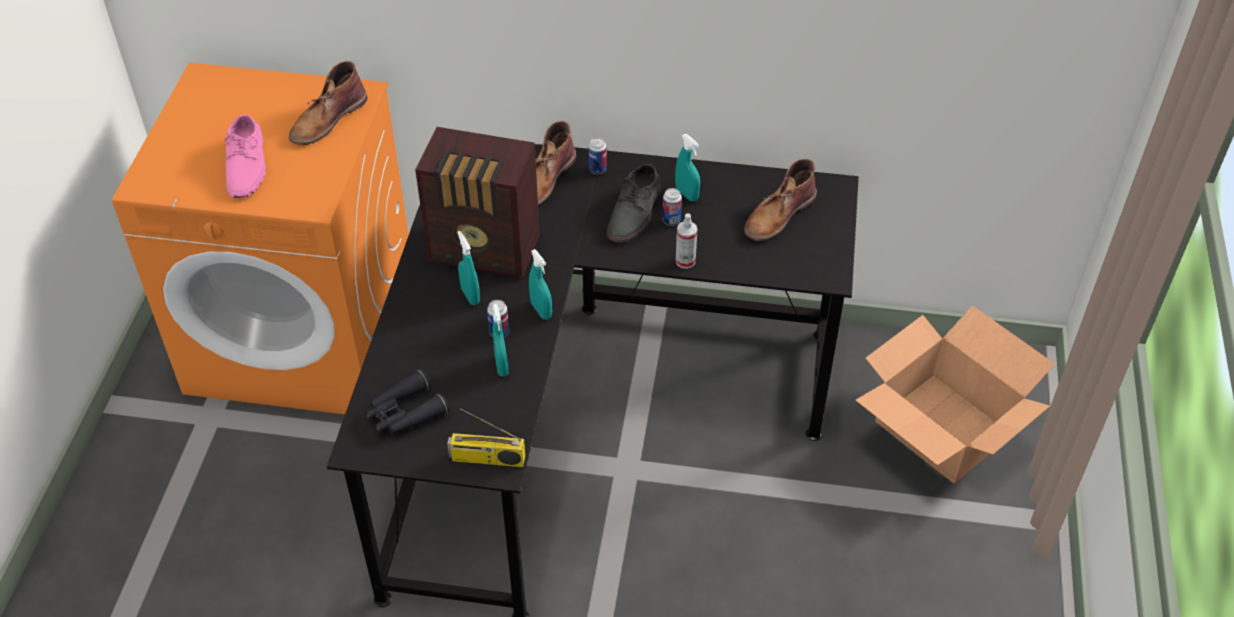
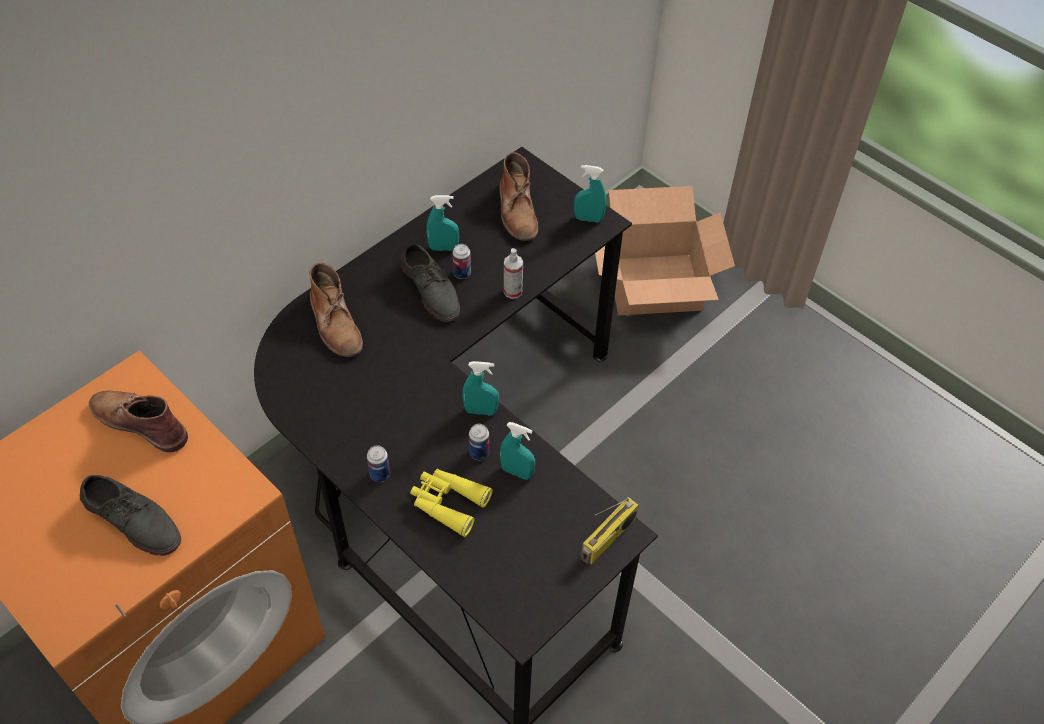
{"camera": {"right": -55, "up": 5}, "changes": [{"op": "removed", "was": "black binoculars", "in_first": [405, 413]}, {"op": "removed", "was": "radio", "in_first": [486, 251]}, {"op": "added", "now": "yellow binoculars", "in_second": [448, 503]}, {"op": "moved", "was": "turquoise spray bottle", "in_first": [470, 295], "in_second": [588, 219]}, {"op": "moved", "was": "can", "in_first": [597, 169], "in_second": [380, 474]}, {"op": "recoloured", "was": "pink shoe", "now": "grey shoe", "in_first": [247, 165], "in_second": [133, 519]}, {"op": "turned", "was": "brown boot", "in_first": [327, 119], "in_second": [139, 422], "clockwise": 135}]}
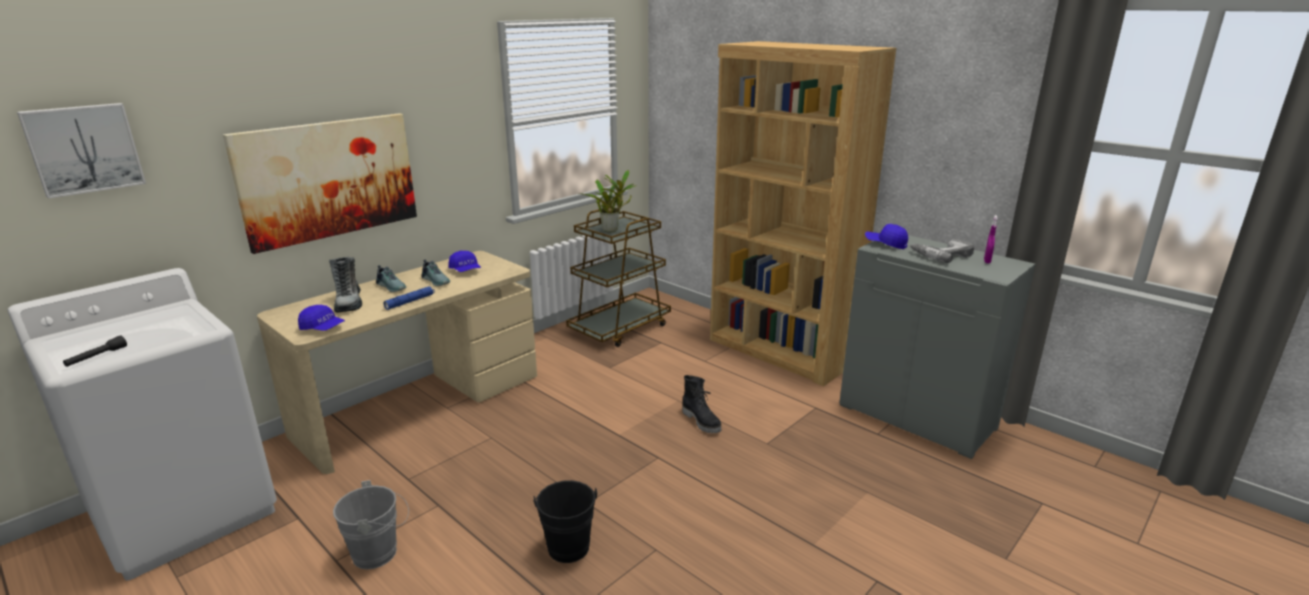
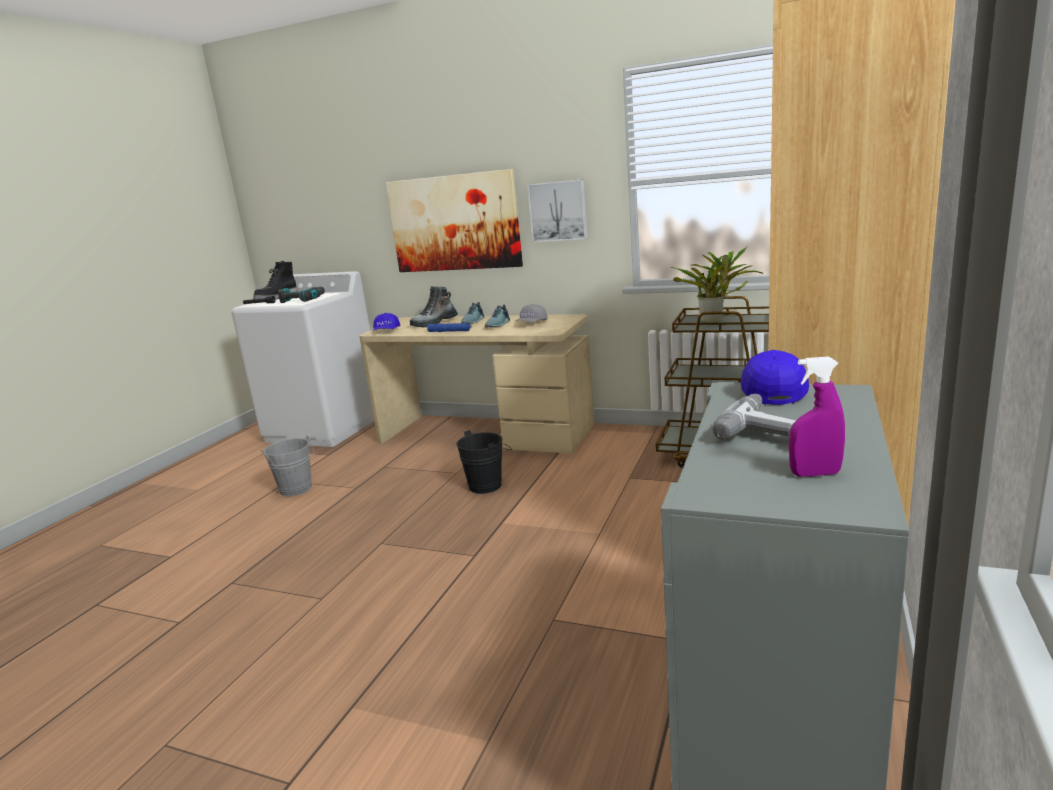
{"camera": {"right": 70, "up": -5}, "changes": [{"op": "added", "now": "power drill", "in_second": [303, 300]}, {"op": "moved", "was": "picture", "in_first": [84, 149], "in_second": [558, 211]}, {"op": "moved", "was": "black bucket", "in_first": [568, 544], "in_second": [488, 485]}, {"op": "moved", "was": "black boot", "in_first": [702, 421], "in_second": [277, 298]}, {"op": "recoloured", "was": "blue cap", "now": "grey cap", "in_first": [465, 270], "in_second": [531, 323]}]}
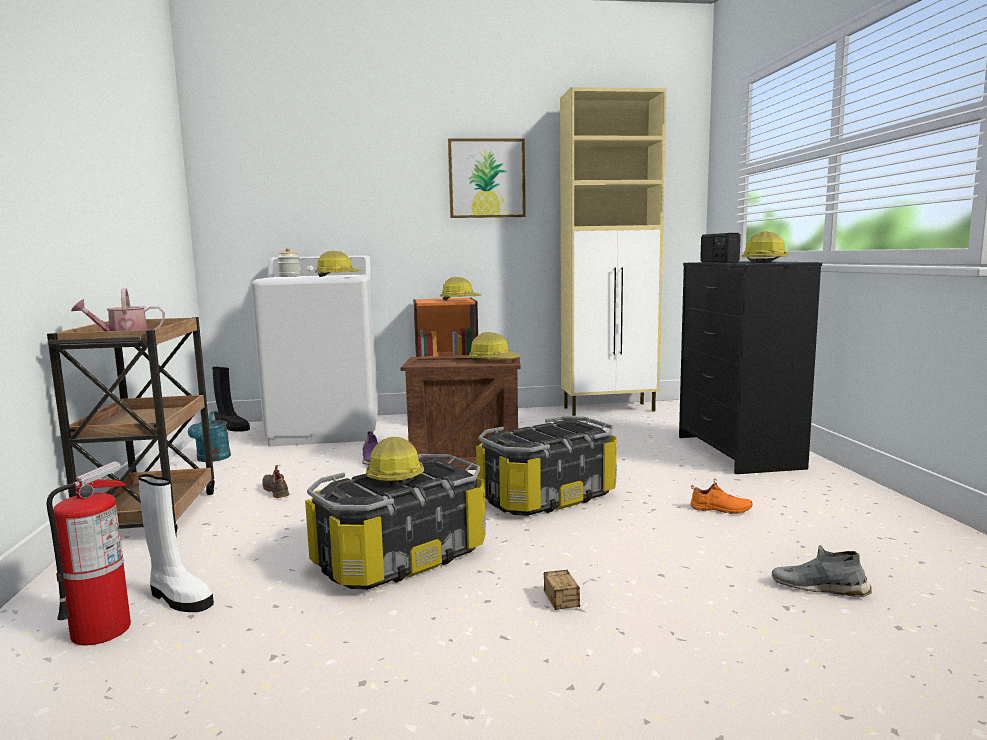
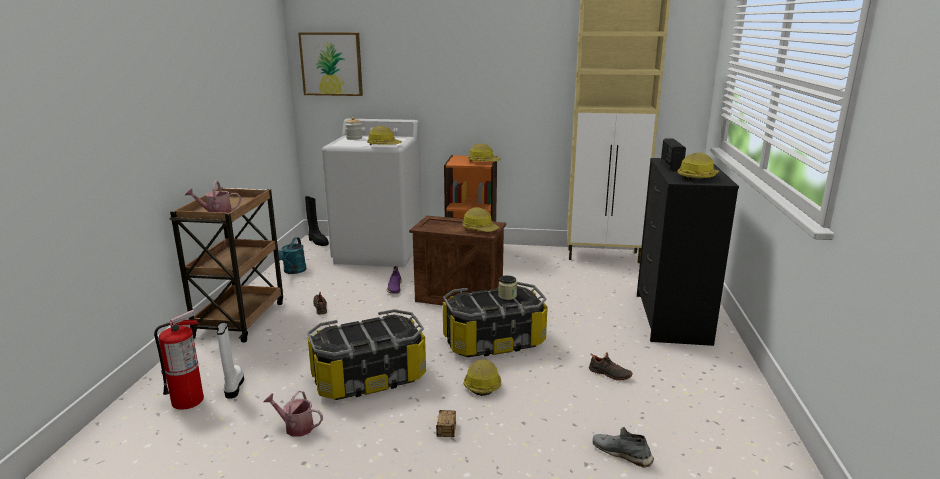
{"camera": {"right": 15, "up": 10}, "changes": [{"op": "added", "now": "watering can", "in_second": [295, 427]}, {"op": "added", "now": "jar", "in_second": [507, 296]}, {"op": "moved", "was": "hard hat", "in_first": [394, 476], "in_second": [482, 384]}, {"op": "moved", "was": "picture", "in_first": [486, 178], "in_second": [331, 64]}, {"op": "recoloured", "was": "orange shoe", "now": "black shoe", "in_first": [720, 510], "in_second": [609, 374]}, {"op": "turned", "was": "white boot", "in_first": [179, 598], "in_second": [233, 386], "clockwise": -150}]}
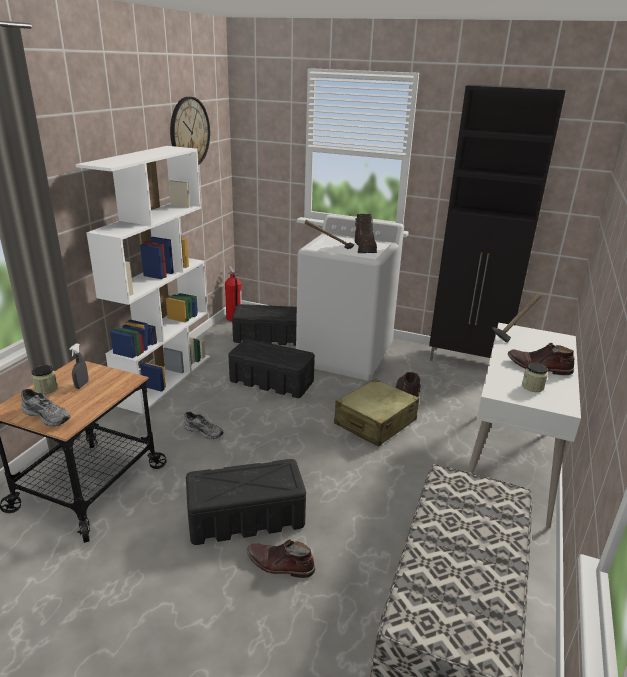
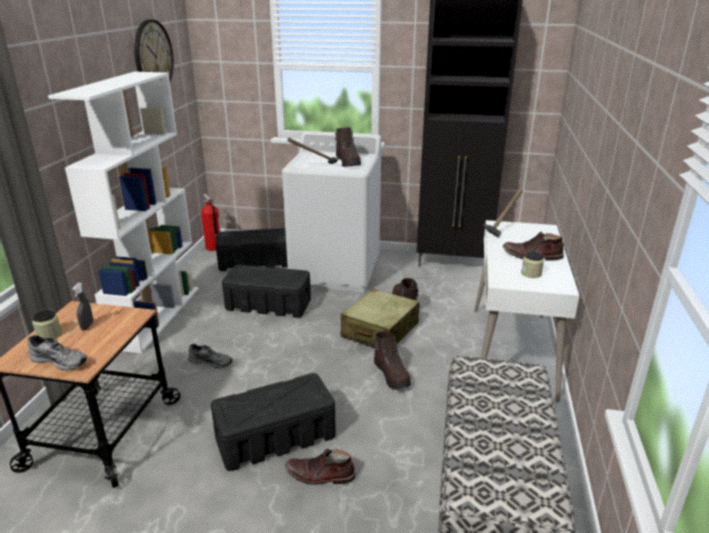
{"camera": {"right": -10, "up": 0}, "changes": [{"op": "added", "now": "brown boot", "in_second": [392, 375]}]}
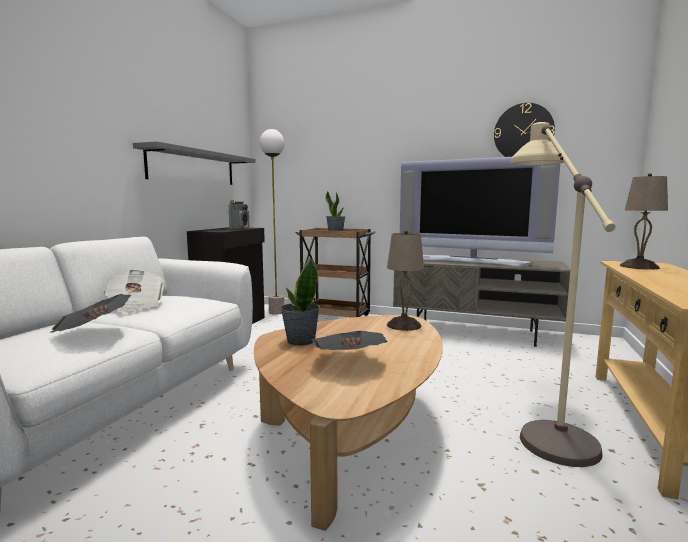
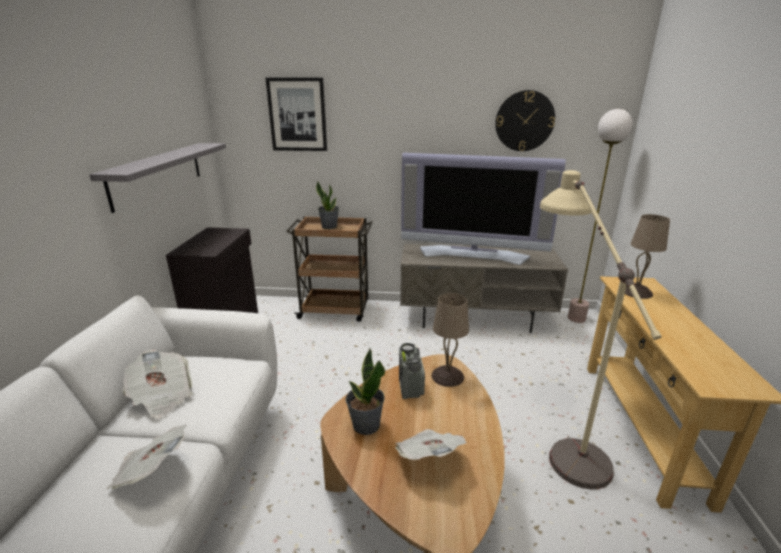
{"camera": {"right": -15, "up": 15}, "changes": [{"op": "added", "now": "picture", "in_second": [297, 115]}, {"op": "moved", "was": "radio", "in_first": [239, 228], "in_second": [410, 388]}, {"op": "moved", "was": "floor lamp", "in_first": [276, 312], "in_second": [576, 318]}]}
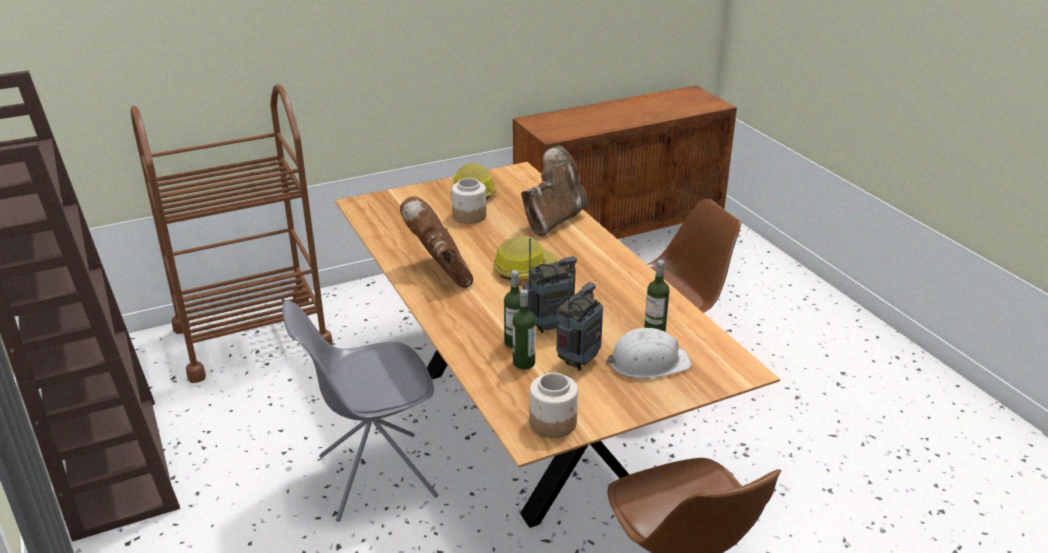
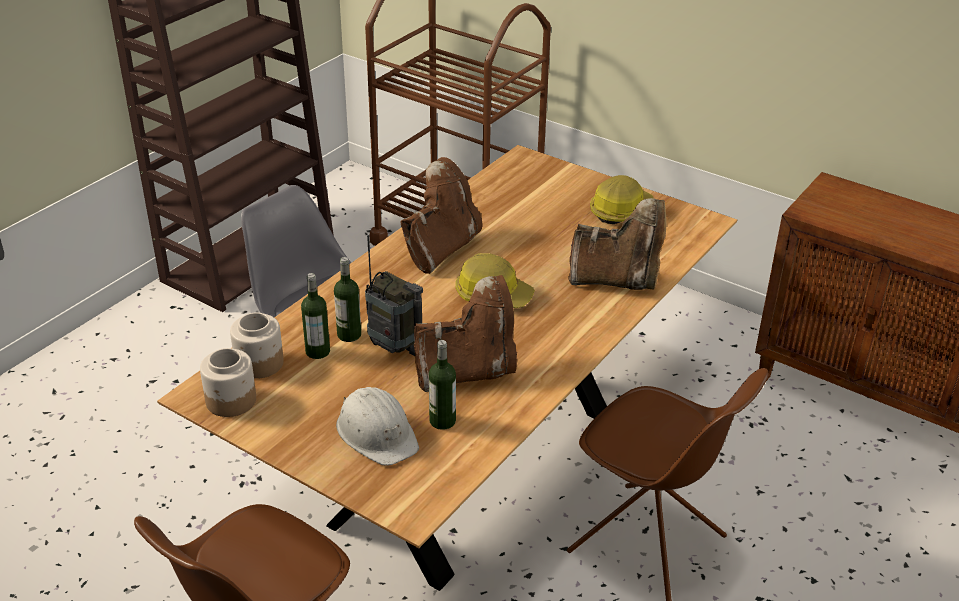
{"camera": {"right": 60, "up": 5}, "changes": [{"op": "removed", "was": "radio", "in_first": [578, 361]}, {"op": "added", "now": "brown boot", "in_second": [469, 372]}, {"op": "moved", "was": "jar", "in_first": [469, 216], "in_second": [258, 363]}]}
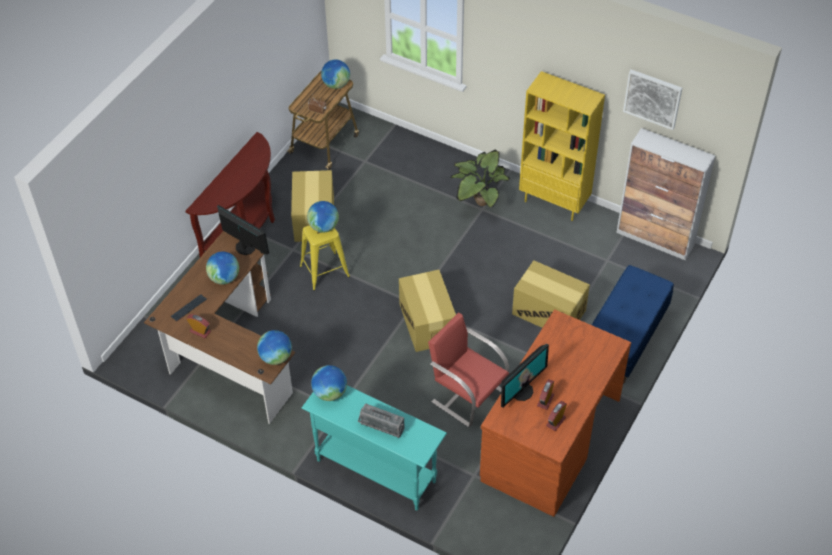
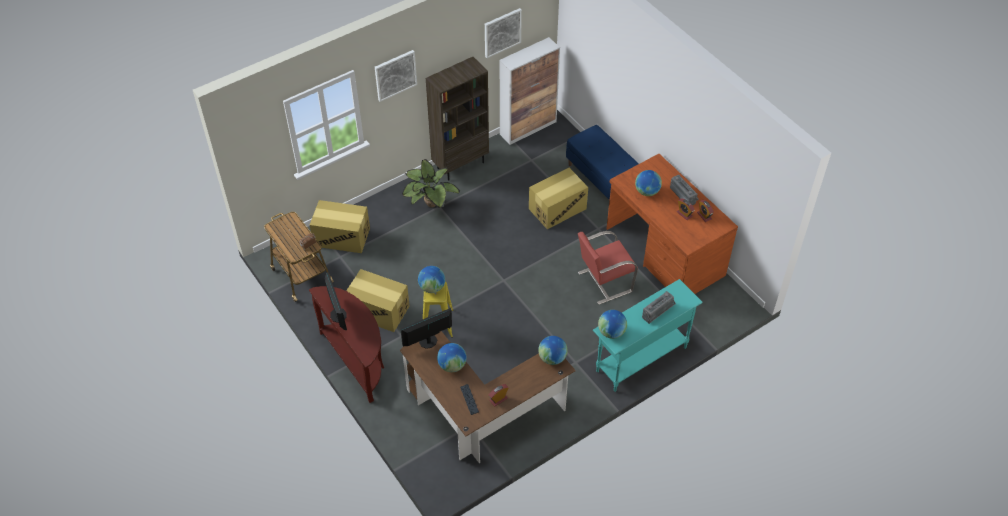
{"camera": {"right": -65, "up": 0}, "changes": [{"op": "added", "now": "picture", "in_second": [395, 75]}, {"op": "added", "now": "radio", "in_second": [684, 195]}, {"op": "moved", "was": "globe", "in_first": [336, 84], "in_second": [647, 192]}, {"op": "moved", "was": "cardboard box", "in_first": [427, 323], "in_second": [342, 237]}, {"op": "moved", "was": "monitor", "in_first": [522, 391], "in_second": [338, 315]}, {"op": "recoloured", "was": "yellow bookcase", "now": "brown bookcase", "in_first": [554, 202], "in_second": [460, 165]}]}
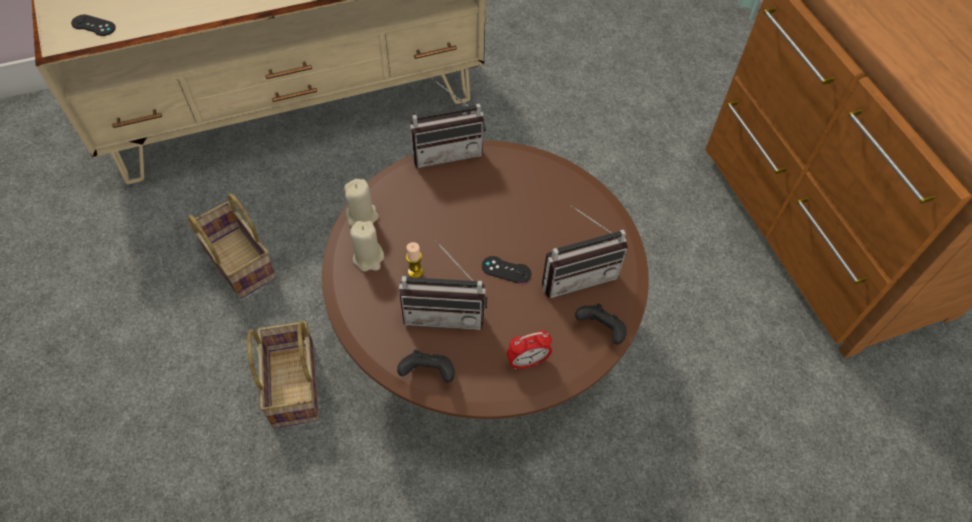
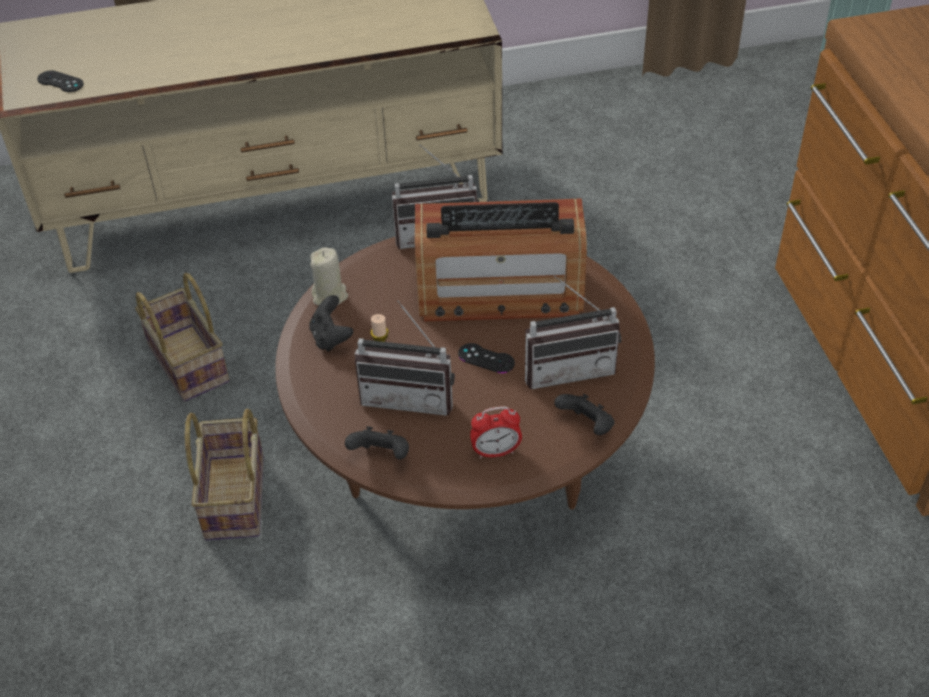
{"camera": {"right": 10, "up": -10}, "changes": [{"op": "added", "now": "radio", "in_second": [499, 291]}, {"op": "replaced", "was": "beige candle", "now": "black game controller", "in_first": [368, 258], "in_second": [331, 337]}]}
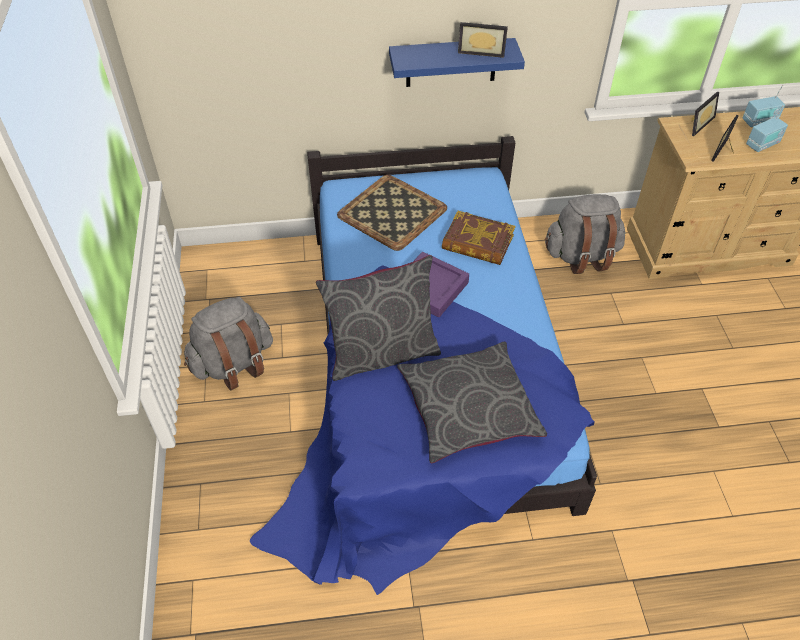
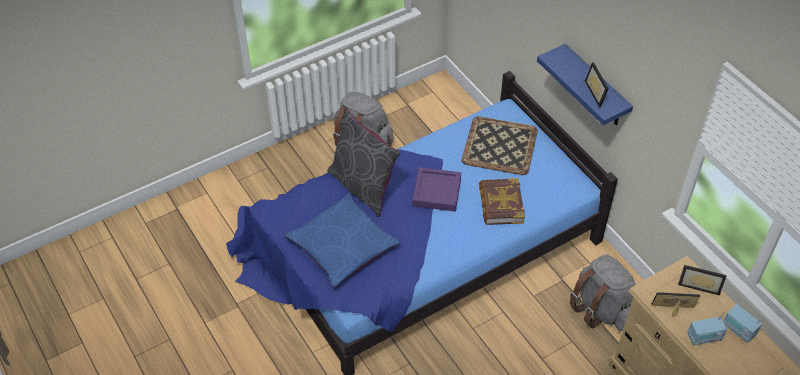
{"camera": {"right": 65, "up": 0}, "changes": [{"op": "recoloured", "was": "grey pillow", "now": "blue pillow", "in_first": [468, 409], "in_second": [342, 246]}, {"op": "turned", "was": "radio", "in_first": [762, 144], "in_second": [704, 337], "clockwise": -45}]}
